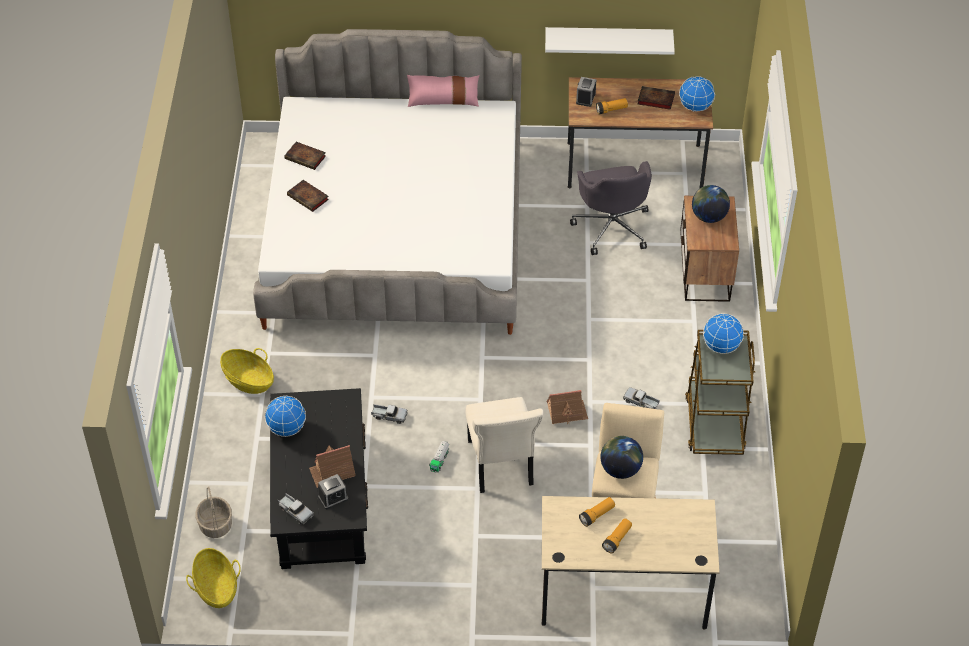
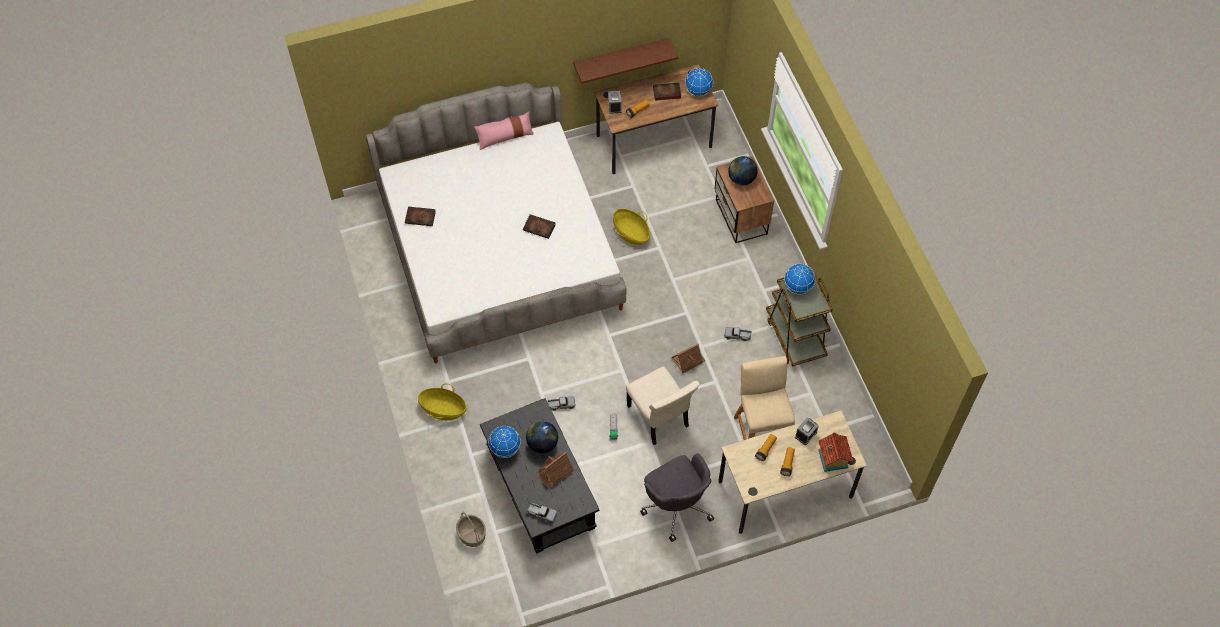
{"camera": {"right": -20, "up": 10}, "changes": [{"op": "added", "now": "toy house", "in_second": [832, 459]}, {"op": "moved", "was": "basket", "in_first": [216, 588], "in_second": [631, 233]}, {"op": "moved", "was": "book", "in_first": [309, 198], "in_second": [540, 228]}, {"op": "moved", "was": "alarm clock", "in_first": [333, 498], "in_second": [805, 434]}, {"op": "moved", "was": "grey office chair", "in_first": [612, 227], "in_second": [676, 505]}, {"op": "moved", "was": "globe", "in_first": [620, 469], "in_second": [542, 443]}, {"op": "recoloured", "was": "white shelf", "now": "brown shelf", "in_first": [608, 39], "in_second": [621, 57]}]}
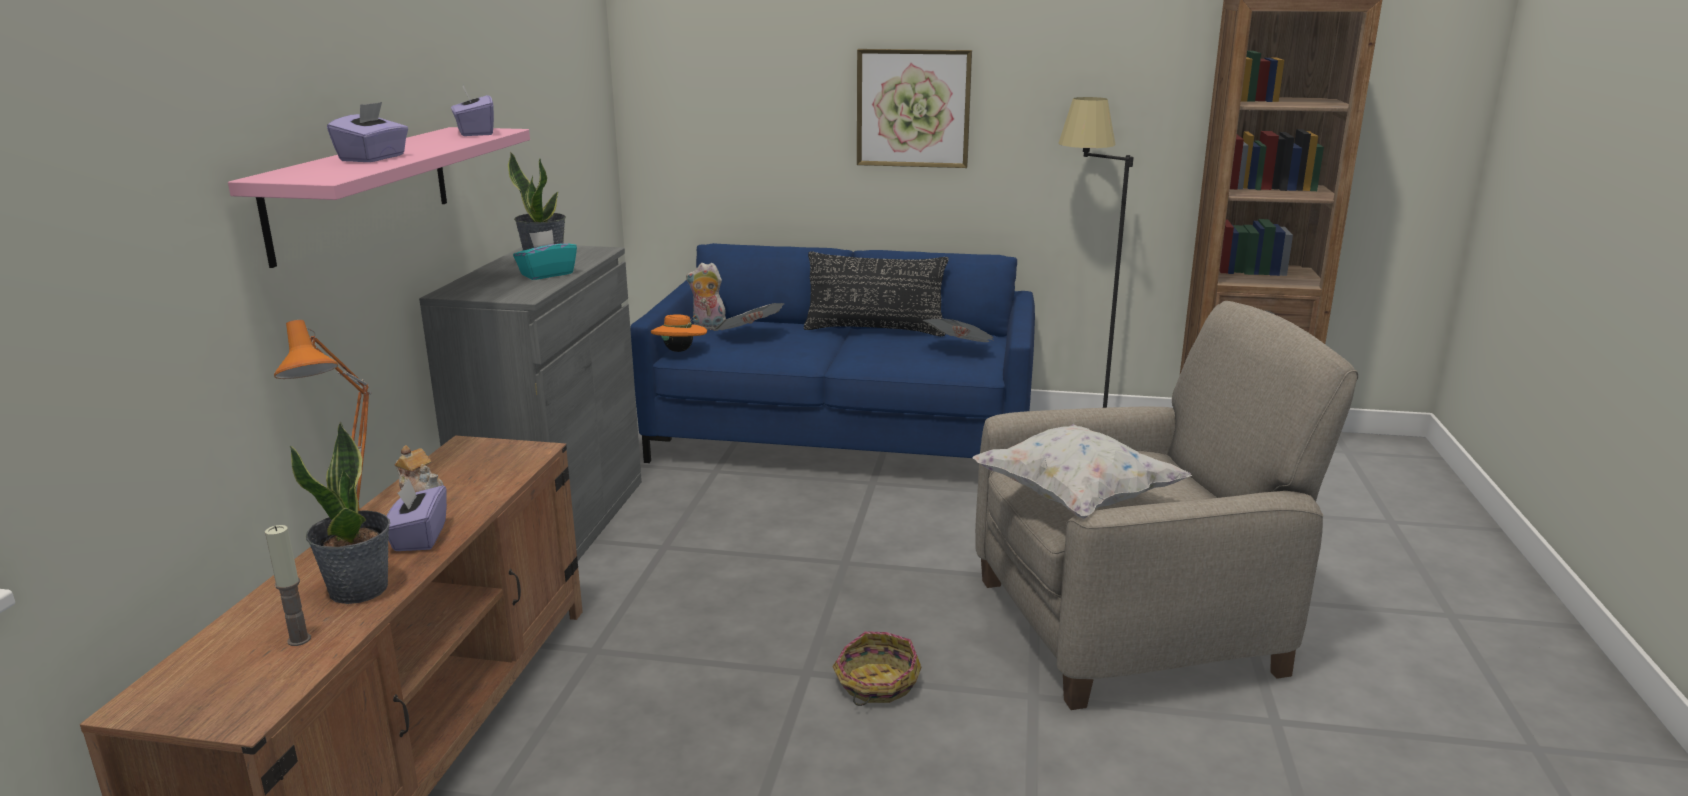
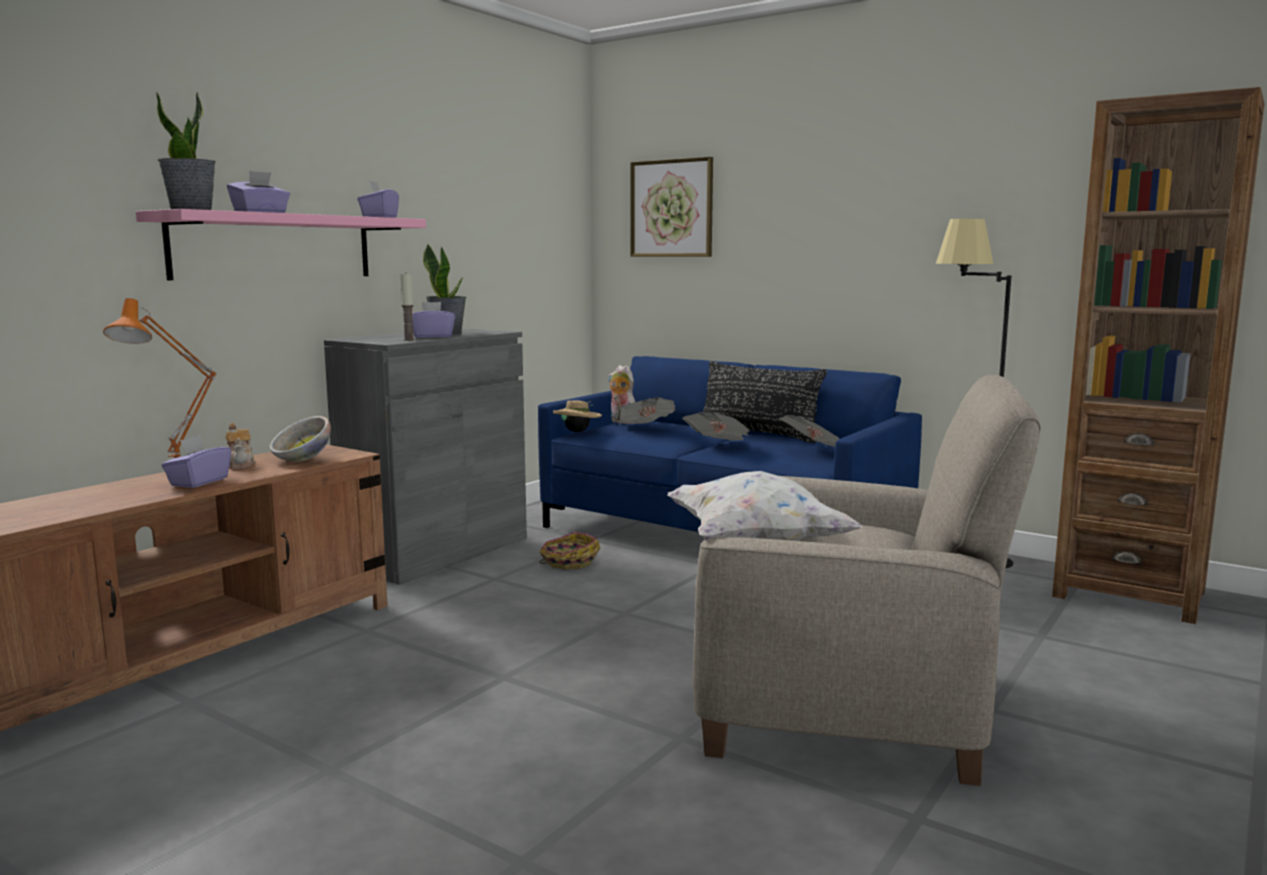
{"camera": {"right": 25, "up": -10}, "changes": [{"op": "added", "now": "bowl", "in_second": [302, 460]}, {"op": "added", "now": "newspaper", "in_second": [718, 445]}, {"op": "moved", "was": "candle", "in_first": [299, 640], "in_second": [409, 340]}, {"op": "moved", "was": "potted plant", "in_first": [360, 589], "in_second": [191, 209]}, {"op": "moved", "was": "basket", "in_first": [876, 683], "in_second": [568, 562]}, {"op": "moved", "was": "picture", "in_first": [913, 108], "in_second": [671, 208]}, {"op": "recoloured", "was": "turquoise tissue box", "now": "purple tissue box", "in_first": [547, 274], "in_second": [432, 336]}, {"op": "recoloured", "was": "orange hat", "now": "beige hat", "in_first": [679, 351], "in_second": [577, 432]}]}
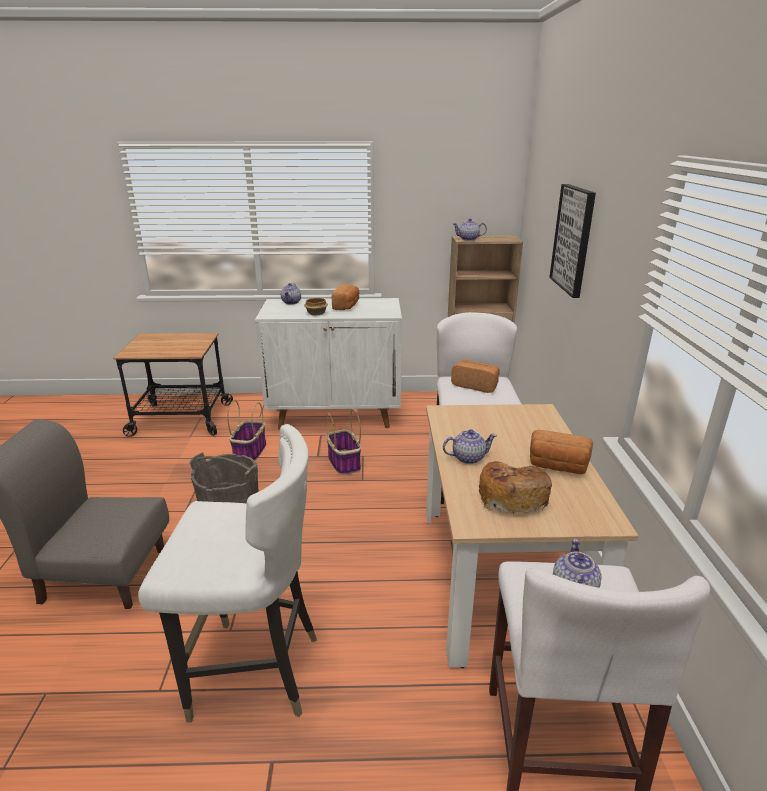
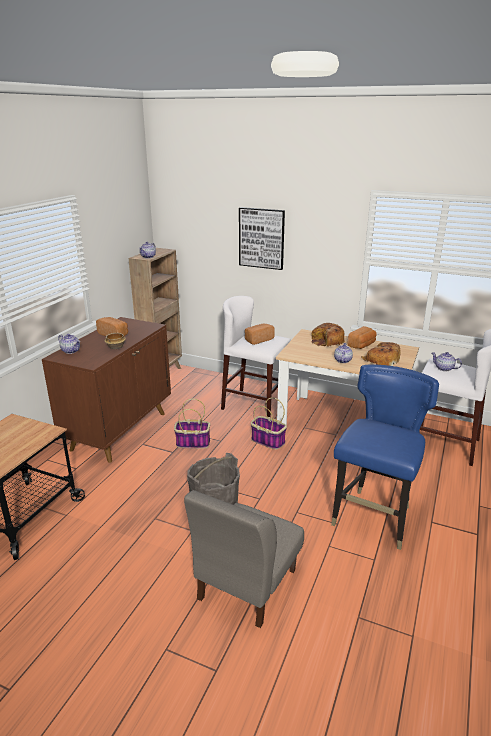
{"camera": {"right": -65, "up": 0}, "changes": [{"op": "added", "now": "bread", "in_second": [327, 341]}, {"op": "moved", "was": "basket", "in_first": [250, 452], "in_second": [267, 441]}, {"op": "recoloured", "was": "white chair", "now": "blue chair", "in_first": [253, 672], "in_second": [374, 519]}, {"op": "recoloured", "was": "white cabinet", "now": "brown cabinet", "in_first": [336, 415], "in_second": [120, 430]}]}
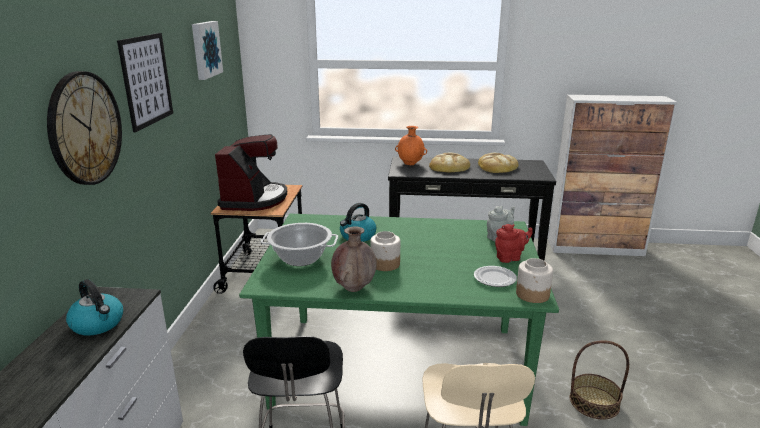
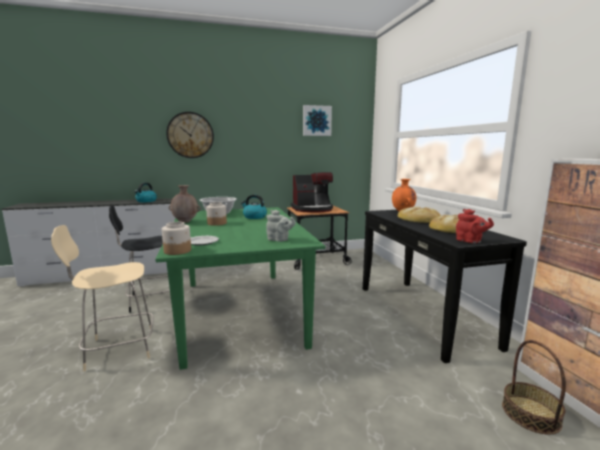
{"camera": {"right": 70, "up": -10}, "changes": [{"op": "removed", "was": "picture", "in_first": [146, 80]}, {"op": "moved", "was": "red teapot", "in_first": [510, 258], "in_second": [470, 241]}, {"op": "moved", "was": "basket", "in_first": [594, 402], "in_second": [531, 414]}]}
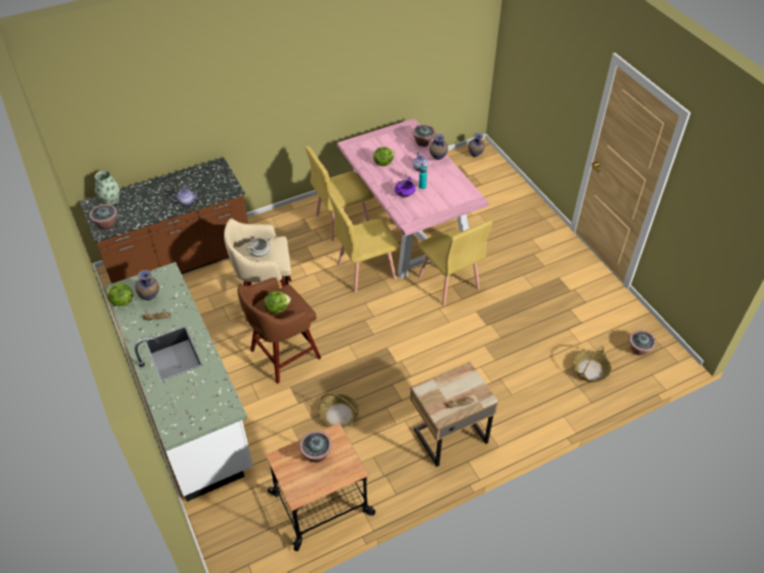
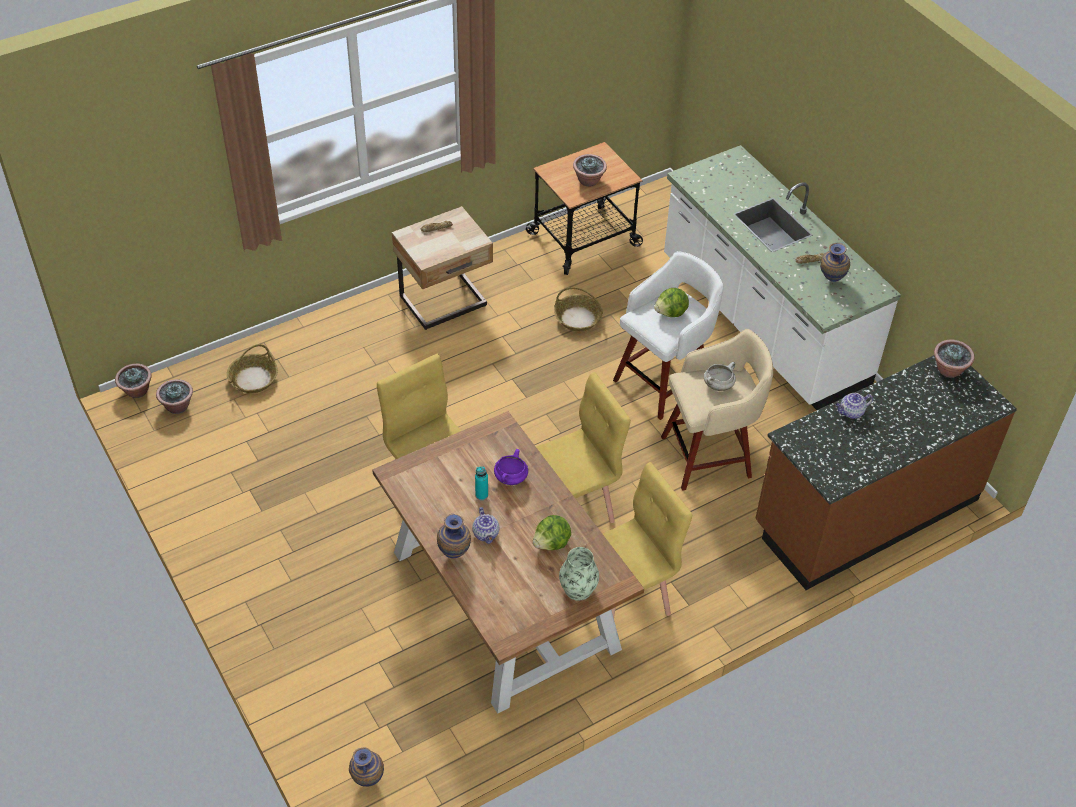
{"camera": {"right": 175, "up": 0}, "changes": [{"op": "removed", "was": "lettuce", "in_first": [121, 301]}, {"op": "moved", "was": "vase", "in_first": [110, 199], "in_second": [578, 589]}, {"op": "moved", "was": "potted plant", "in_first": [423, 142], "in_second": [137, 391]}, {"op": "recoloured", "was": "brown stool", "now": "white stool", "in_first": [283, 355], "in_second": [664, 382]}, {"op": "recoloured", "was": "pink dining table", "now": "brown dining table", "in_first": [407, 224], "in_second": [505, 600]}]}
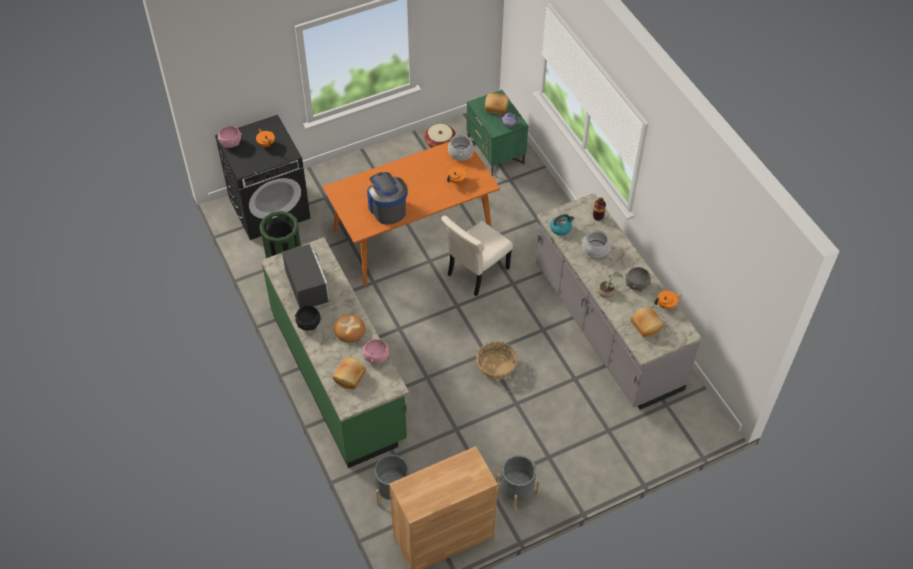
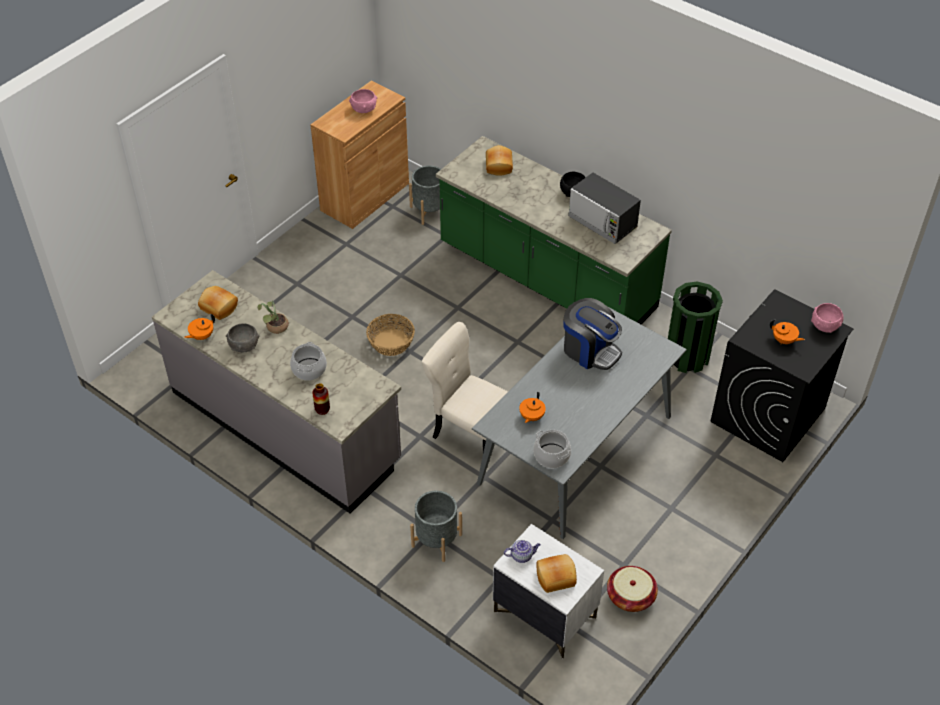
{"camera": {"right": 155, "up": -5}, "changes": [{"op": "removed", "was": "bread", "in_first": [350, 330]}, {"op": "removed", "was": "kettle", "in_first": [561, 228]}, {"op": "moved", "was": "pink bowl", "in_first": [376, 357], "in_second": [363, 109]}, {"op": "moved", "was": "grey planter", "in_first": [516, 492], "in_second": [436, 540]}, {"op": "recoloured", "was": "orange dining table", "now": "grey dining table", "in_first": [412, 235], "in_second": [575, 449]}, {"op": "recoloured", "was": "green nightstand", "now": "white nightstand", "in_first": [495, 152], "in_second": [544, 614]}, {"op": "turned", "was": "beige chair", "in_first": [476, 273], "in_second": [470, 432], "clockwise": -75}]}
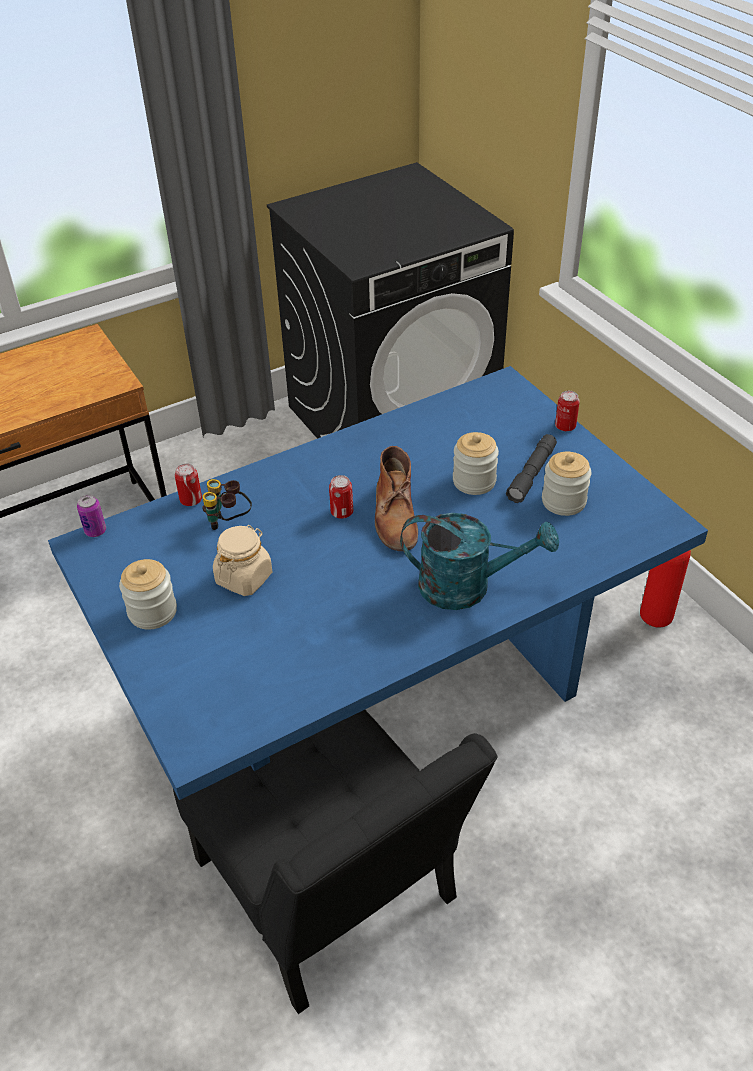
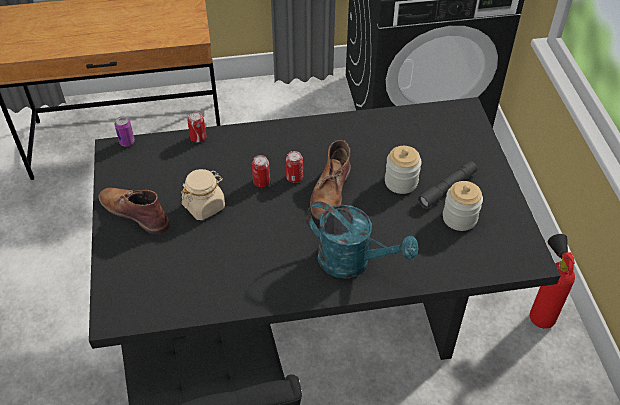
{"camera": {"right": 20, "up": 5}, "changes": [{"op": "removed", "was": "binoculars", "in_first": [229, 523]}, {"op": "moved", "was": "can", "in_first": [565, 426], "in_second": [261, 182]}, {"op": "replaced", "was": "jar", "now": "brown boot", "in_first": [152, 612], "in_second": [134, 212]}, {"op": "recoloured", "was": "blue dining table", "now": "black dining table", "in_first": [381, 700], "in_second": [311, 313]}]}
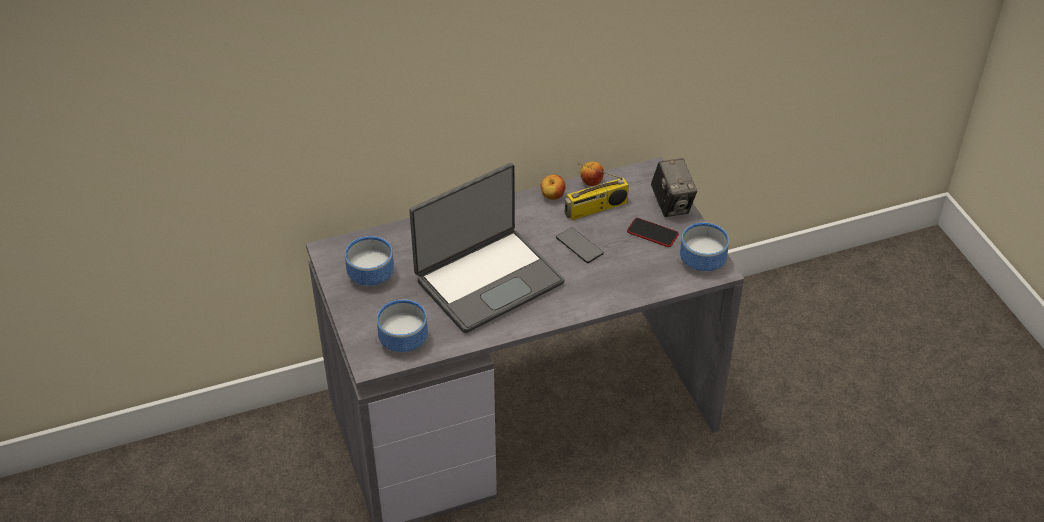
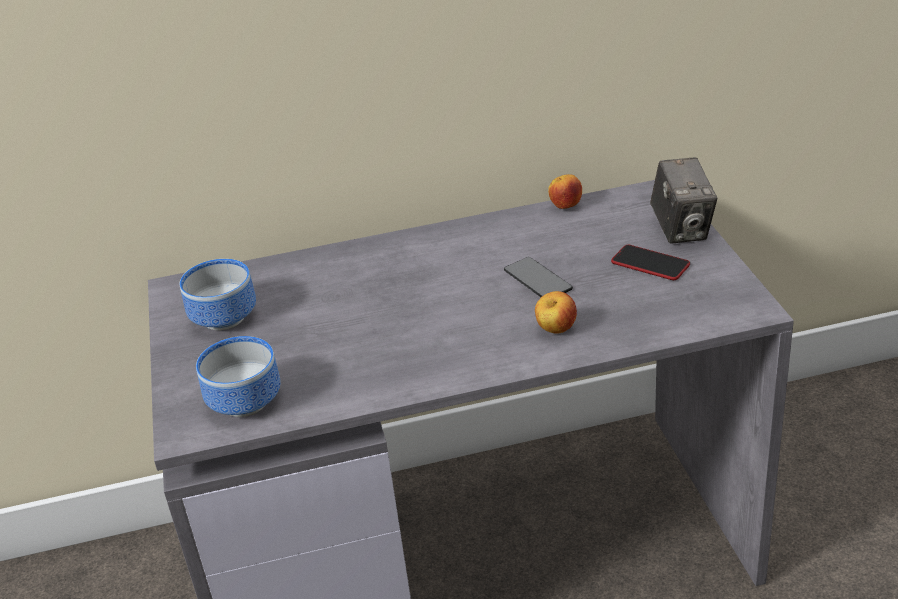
{"camera": {"right": 10, "up": -10}, "changes": [{"op": "removed", "was": "laptop", "in_first": [488, 280]}, {"op": "removed", "was": "radio", "in_first": [596, 209]}, {"op": "removed", "was": "bowl", "in_first": [704, 262]}, {"op": "moved", "was": "apple", "in_first": [552, 197], "in_second": [555, 330]}]}
